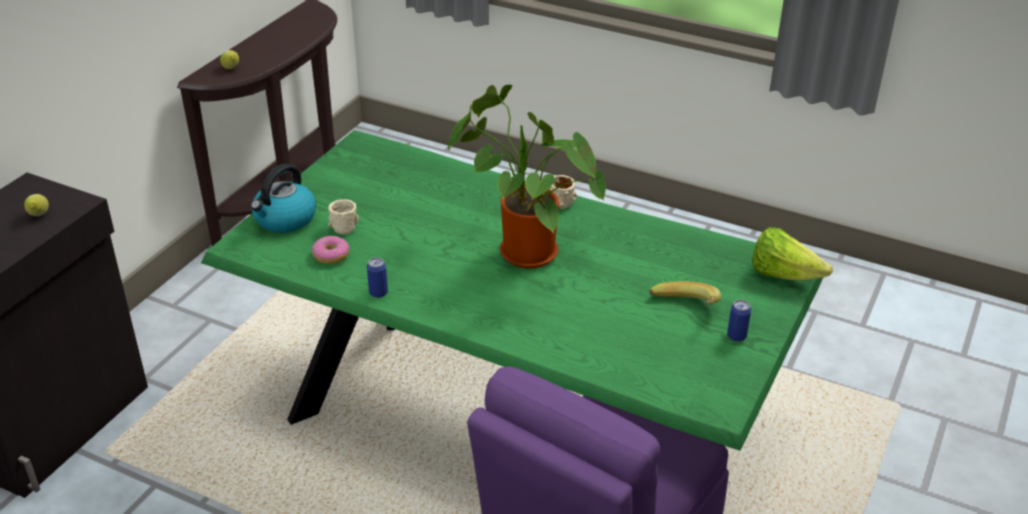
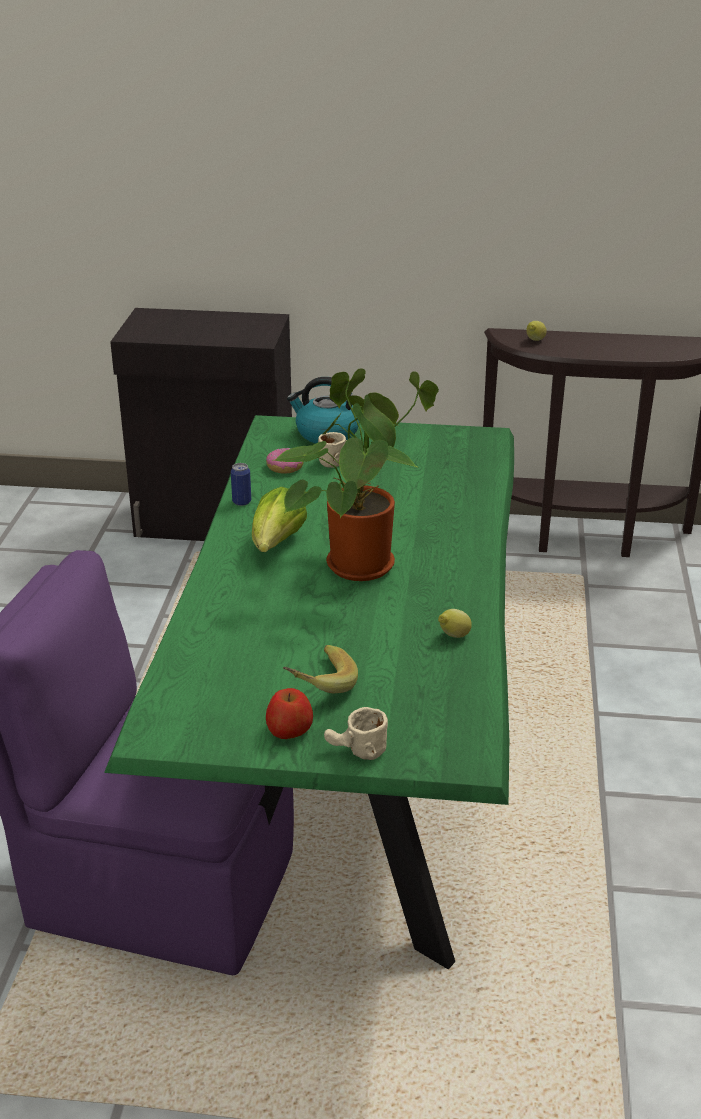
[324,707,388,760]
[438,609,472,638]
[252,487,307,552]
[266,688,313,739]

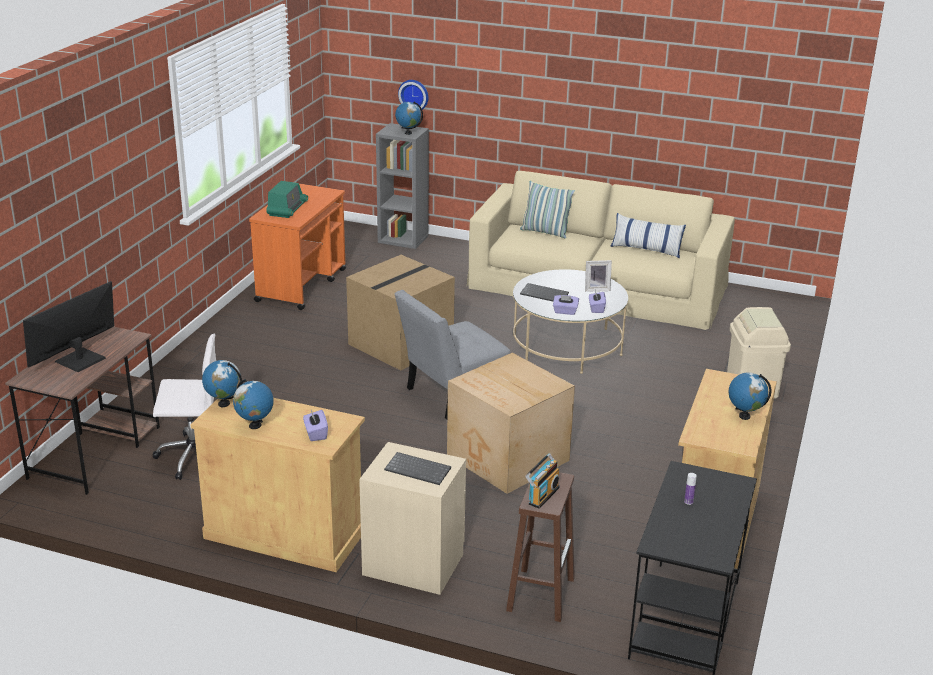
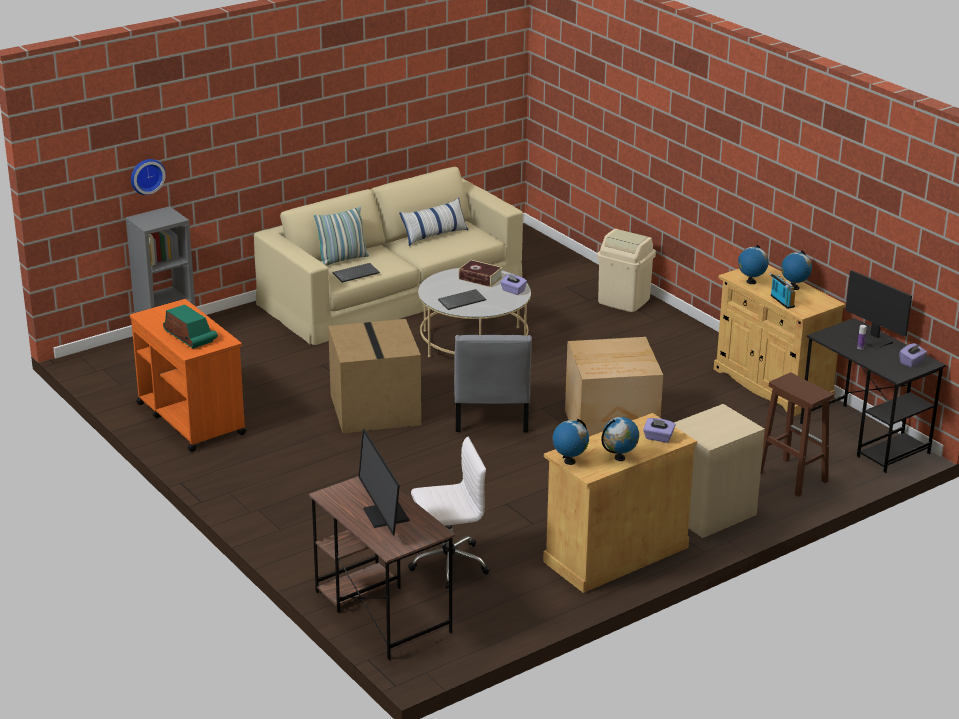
[738,245,769,284]
[458,260,503,287]
[899,343,927,367]
[408,437,490,589]
[333,263,380,283]
[769,272,795,309]
[845,270,912,350]

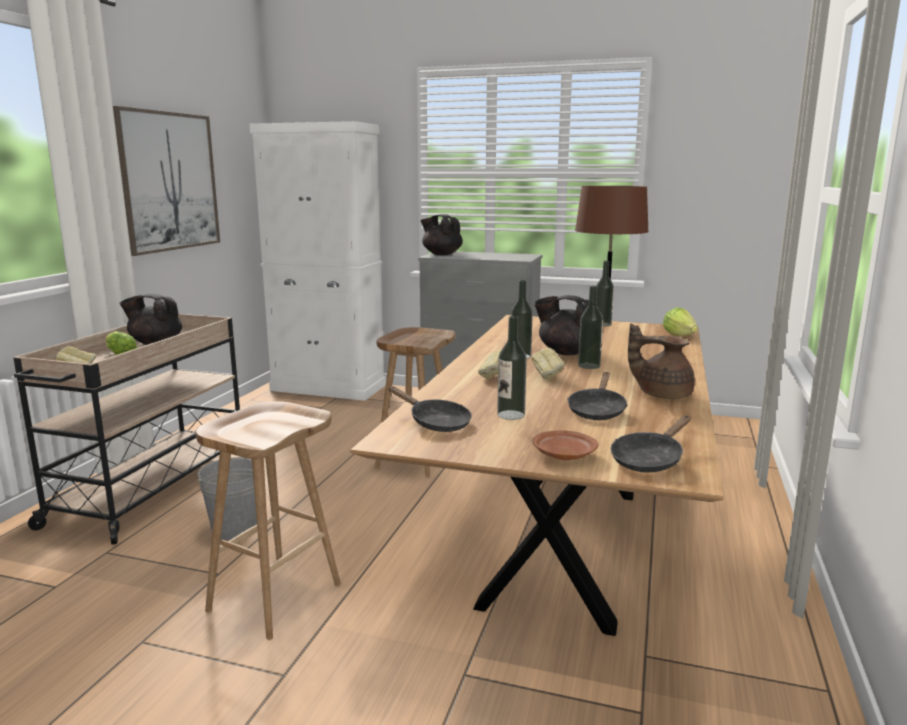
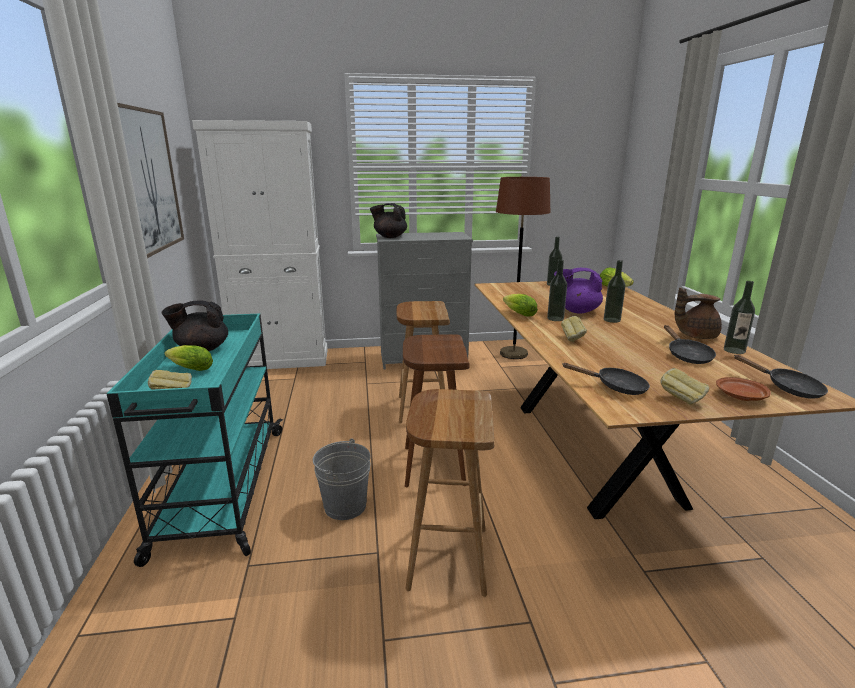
[554,268,603,314]
[107,314,283,567]
[724,281,755,354]
[660,368,709,404]
[735,355,828,399]
[503,294,538,317]
[403,334,470,487]

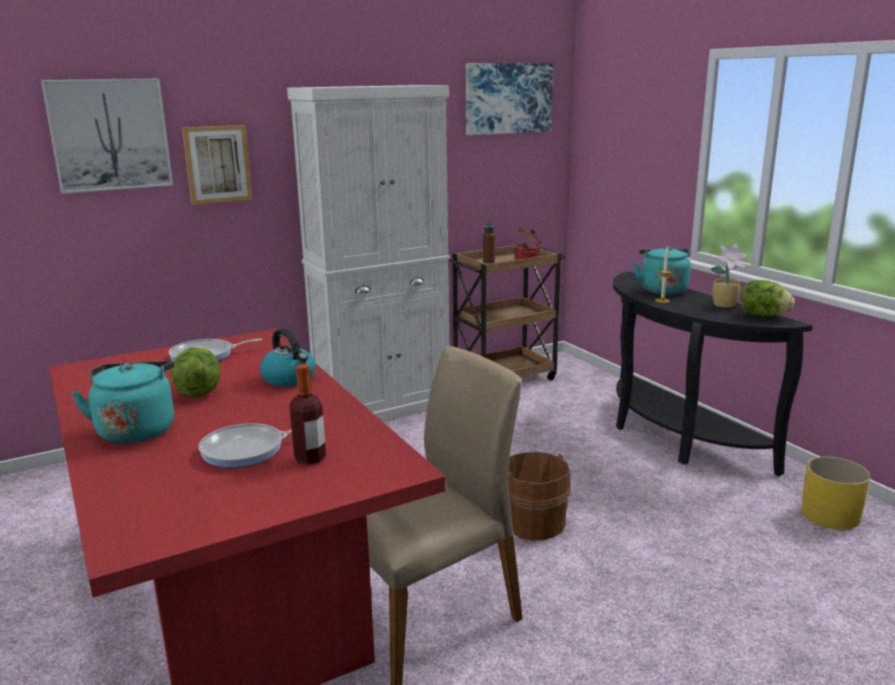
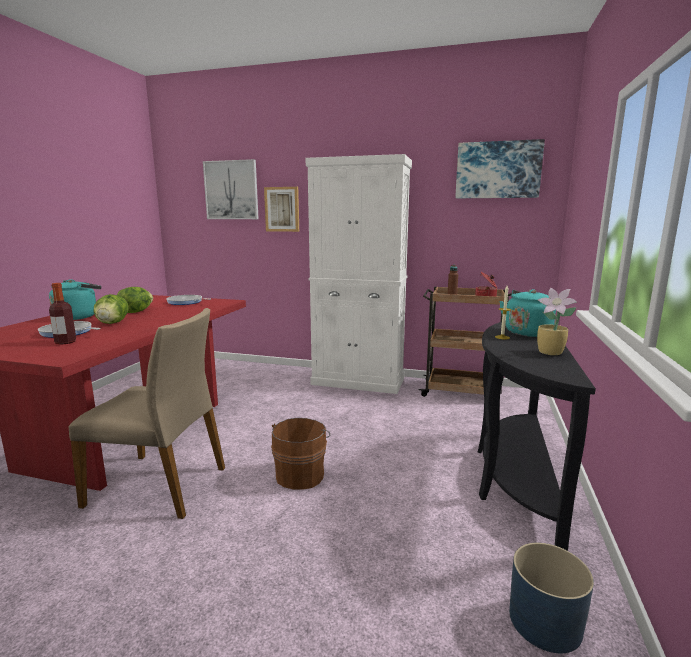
[94,294,129,324]
[260,328,316,387] (first image)
[509,543,594,653]

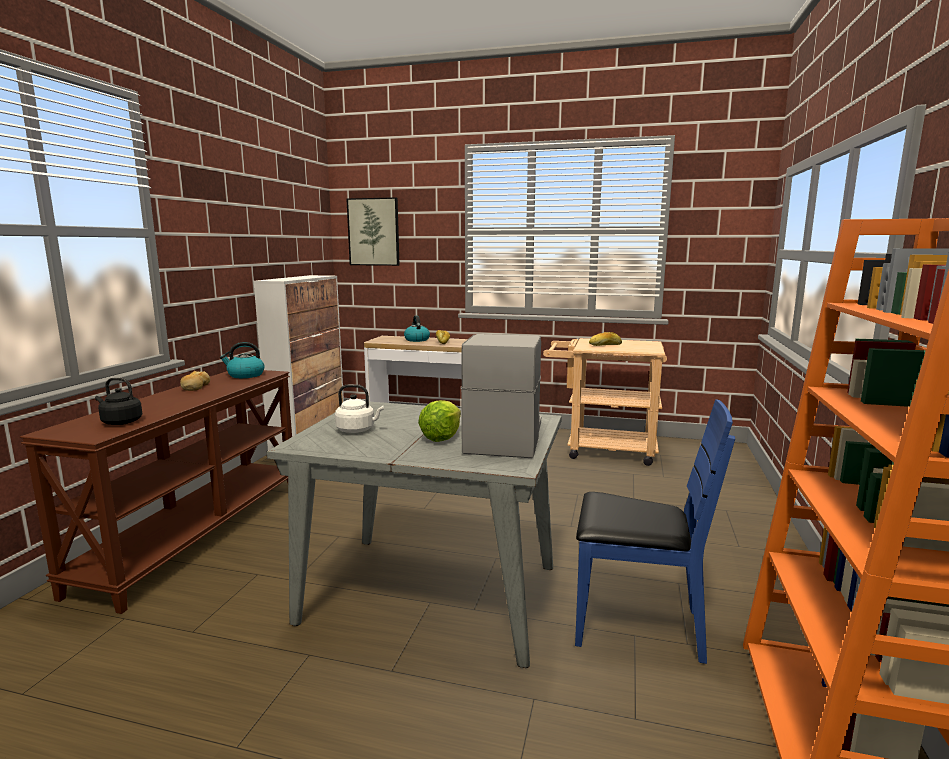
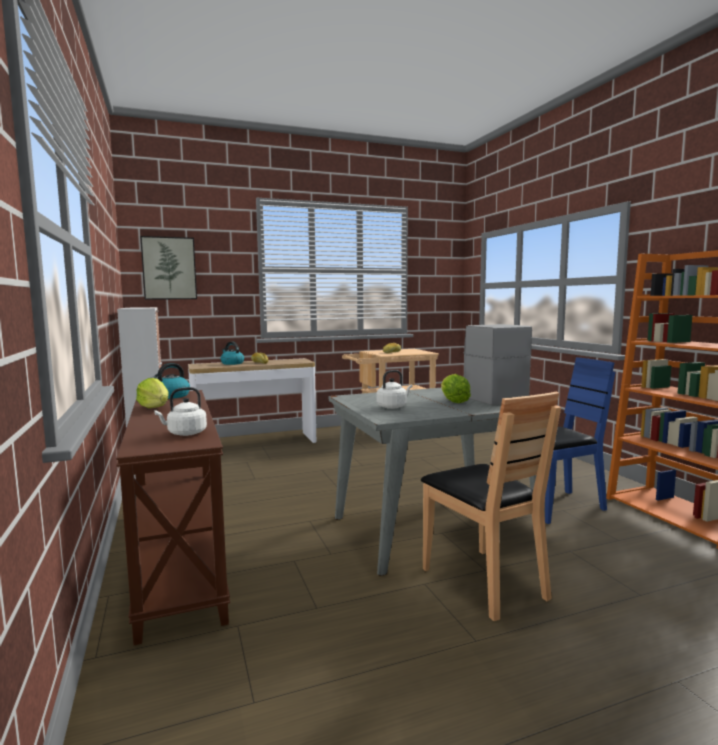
[136,378,168,408]
[154,387,207,436]
[421,392,561,621]

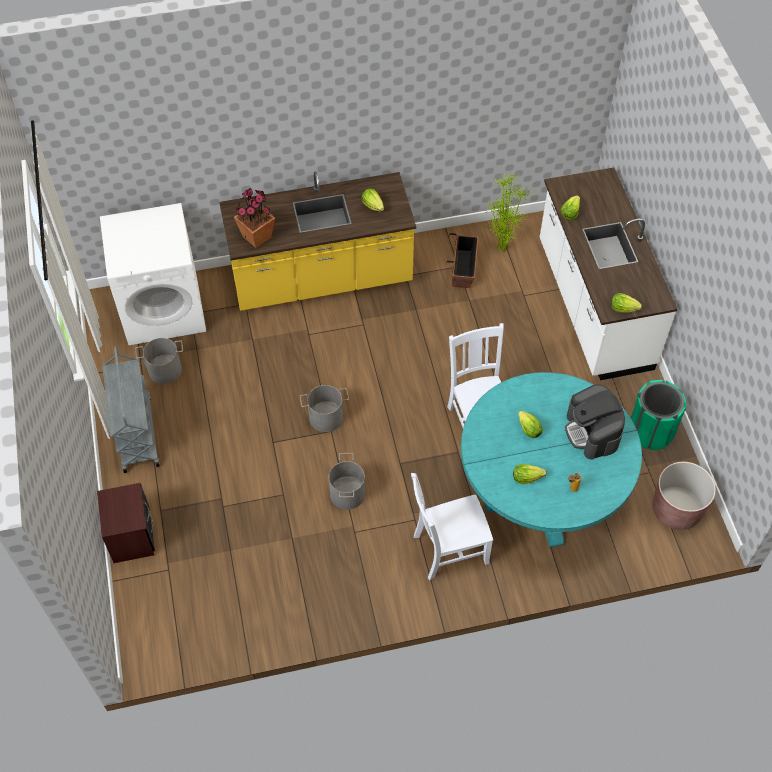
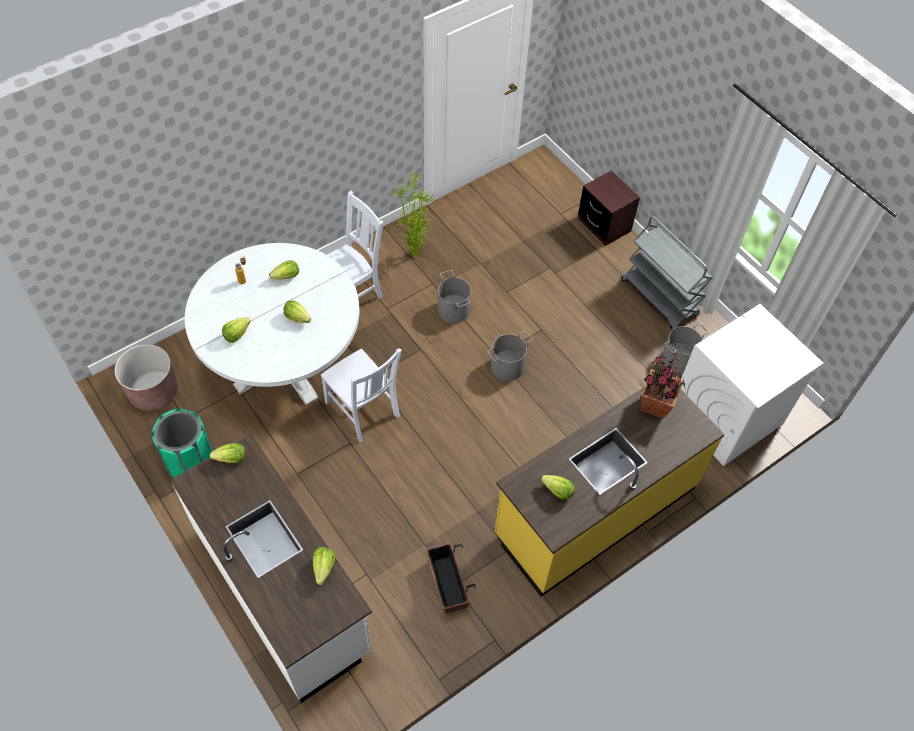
[391,169,433,257]
[185,243,359,405]
[222,317,251,343]

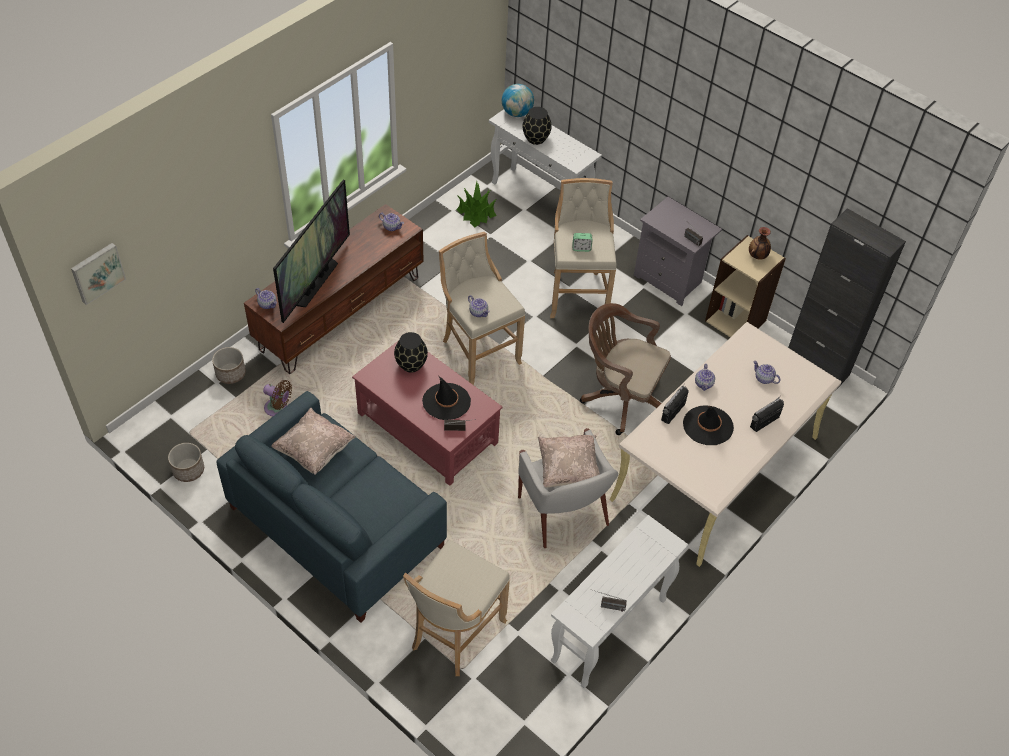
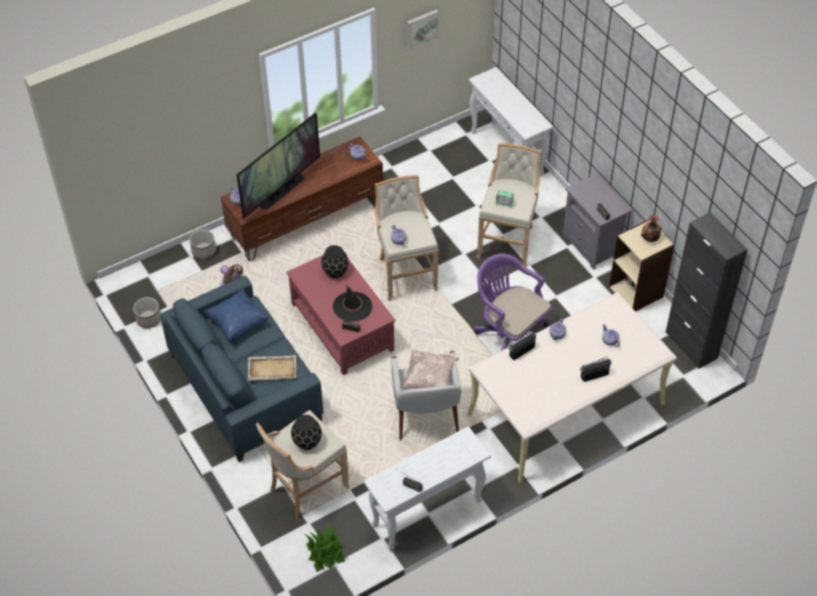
[502,84,534,117] (first image)
[291,415,322,450]
[305,523,345,572]
[407,10,439,50]
[474,254,552,351]
[683,405,734,445] (first image)
[205,289,269,340]
[248,355,296,381]

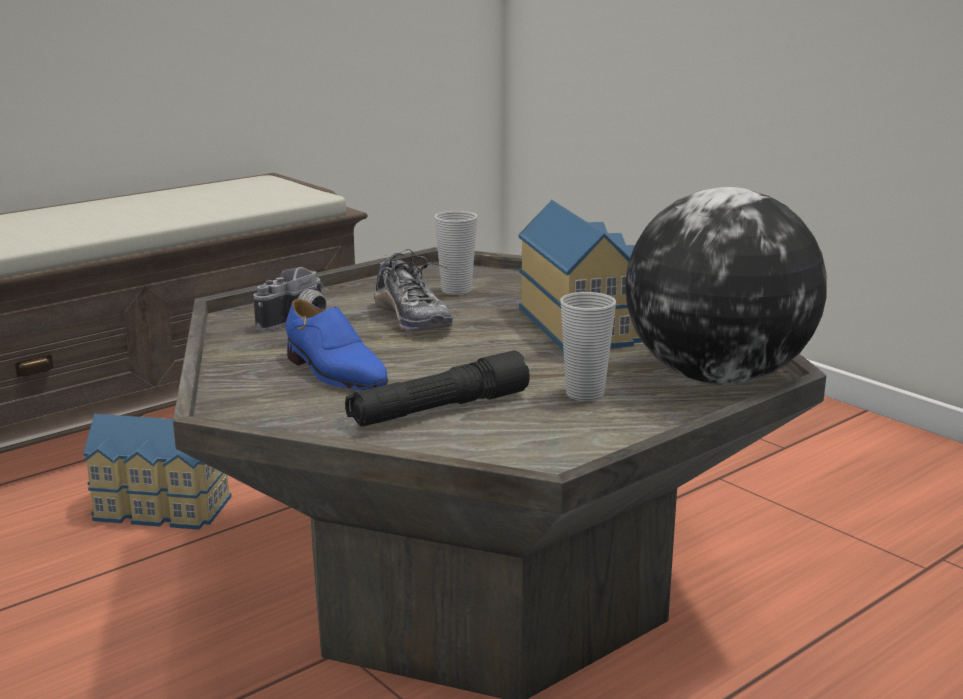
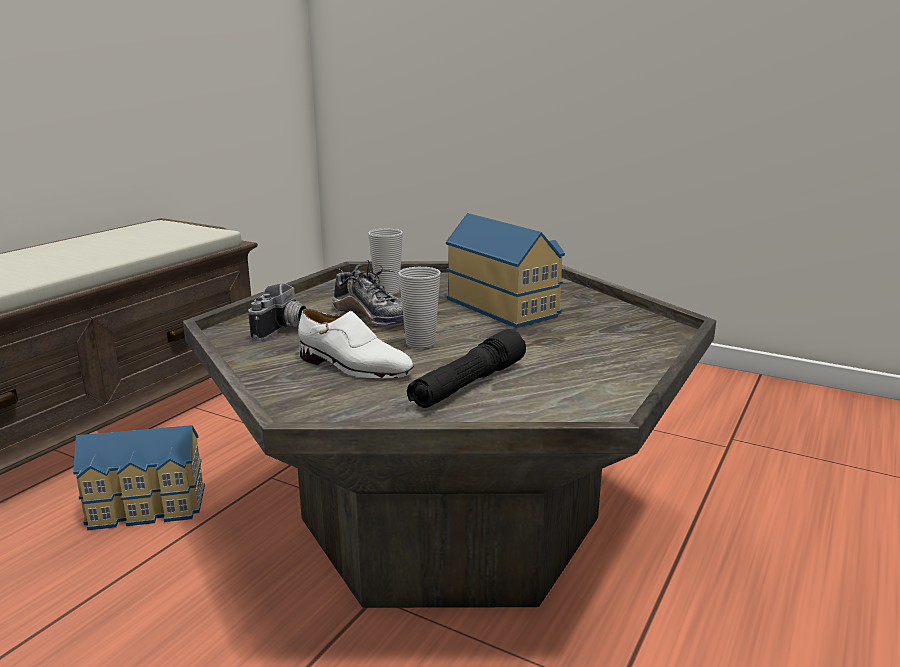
[625,187,827,385] (first image)
[398,267,441,349]
[298,309,414,378]

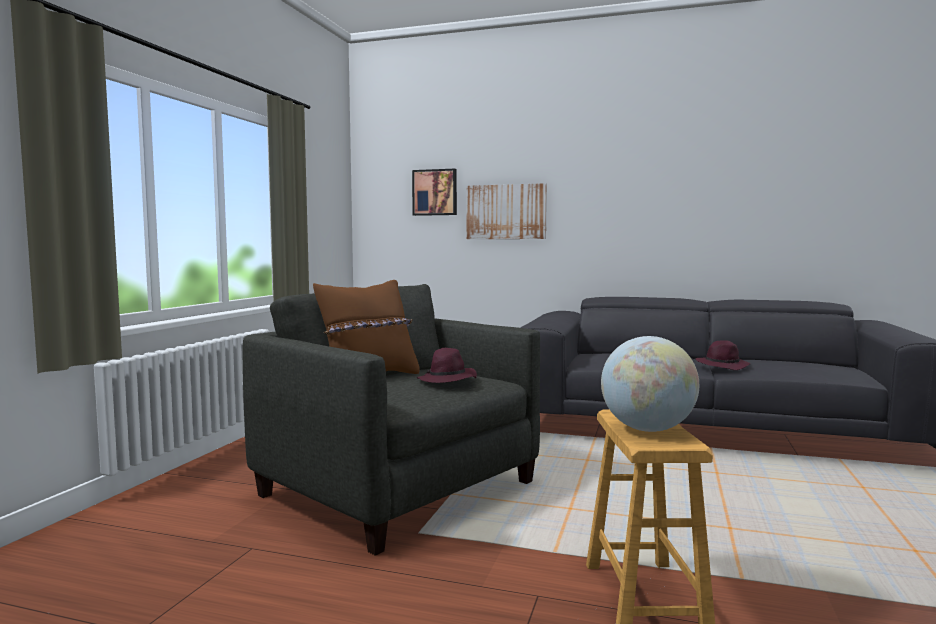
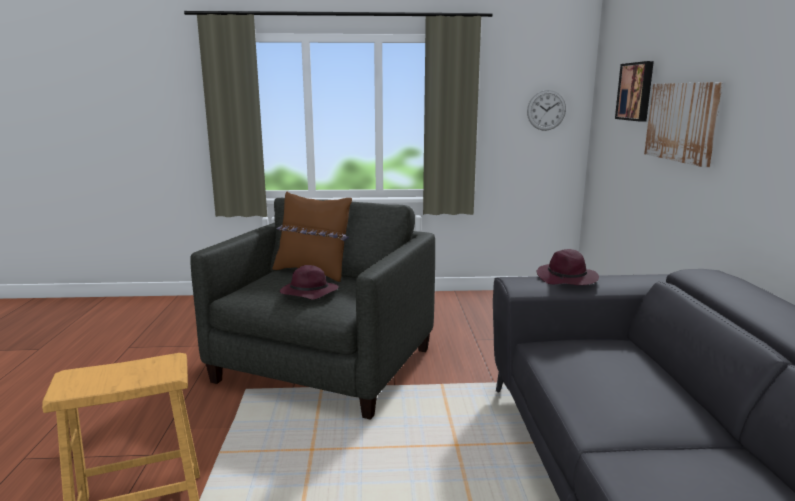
[601,336,699,432] (first image)
[537,249,599,285]
[527,90,566,131]

